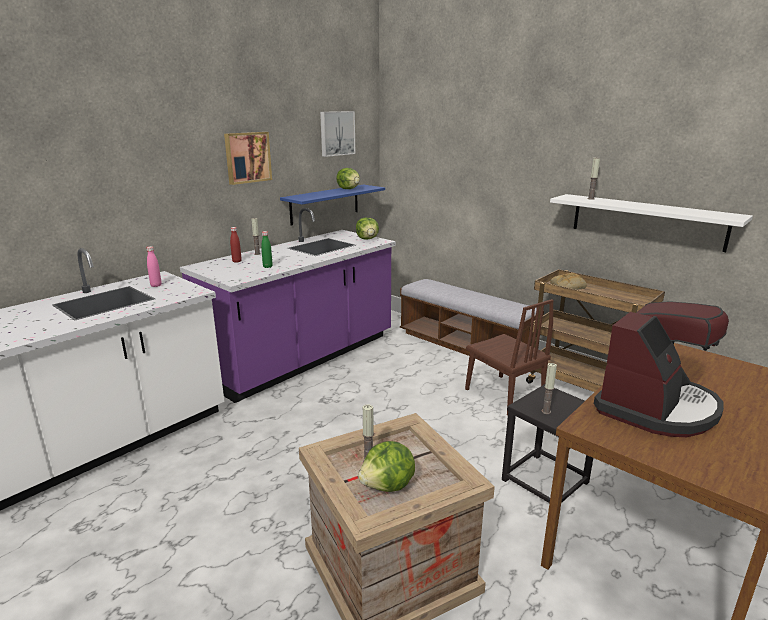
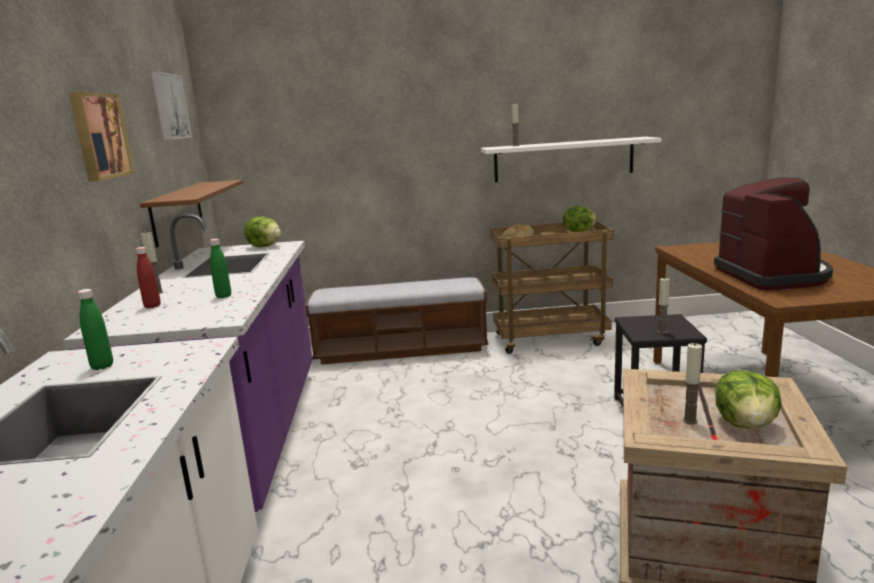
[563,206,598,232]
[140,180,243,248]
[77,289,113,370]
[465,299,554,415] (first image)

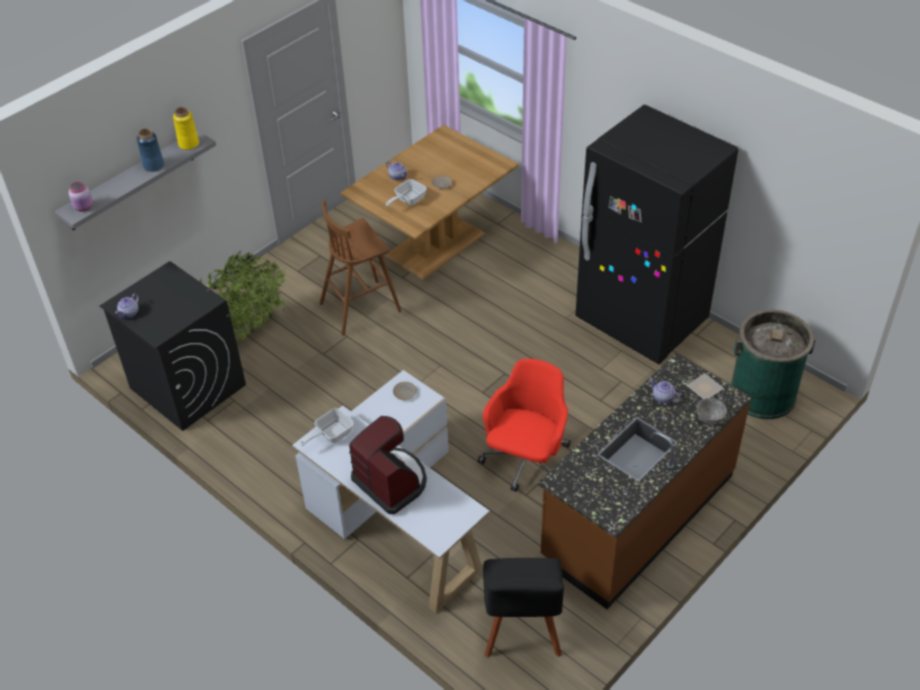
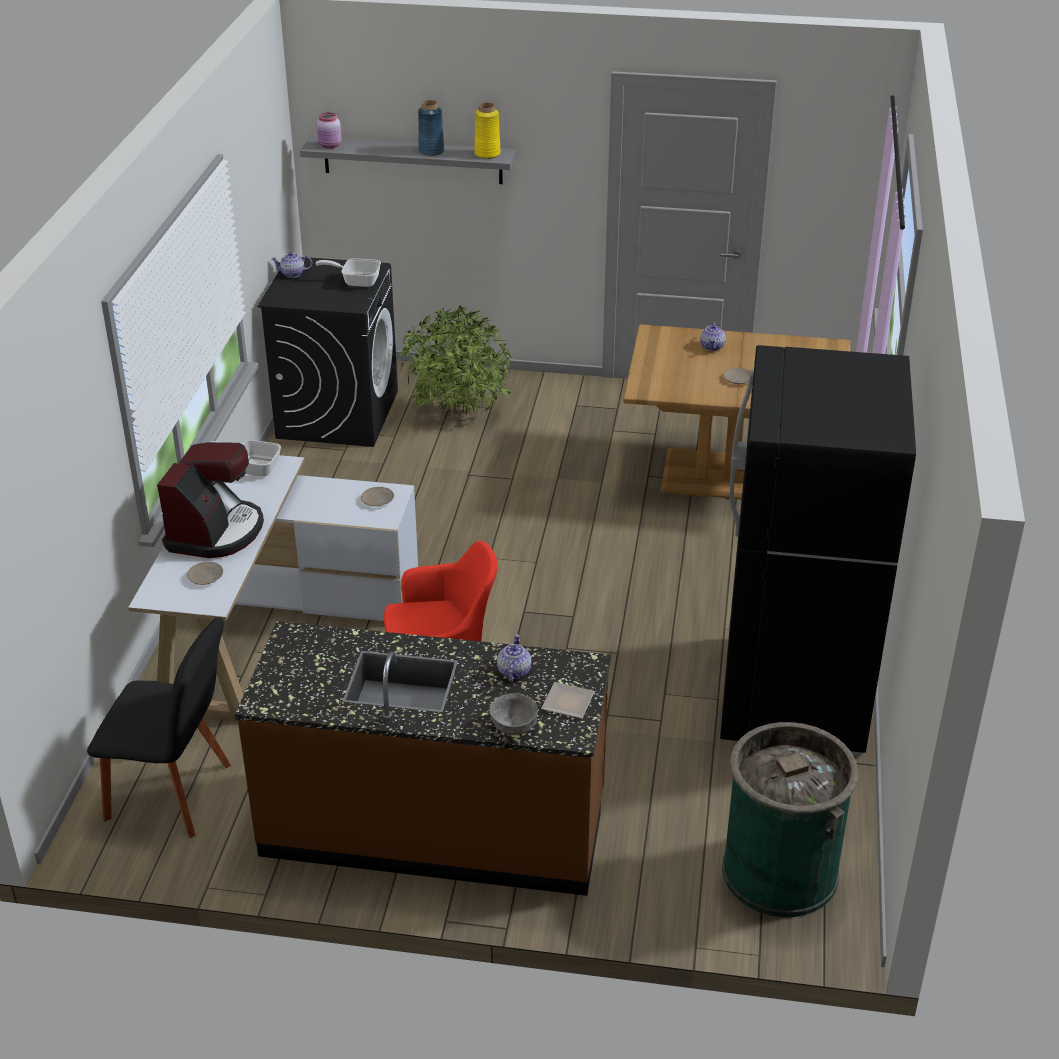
[315,258,381,287]
[320,199,402,336] (first image)
[87,617,231,838]
[187,562,223,585]

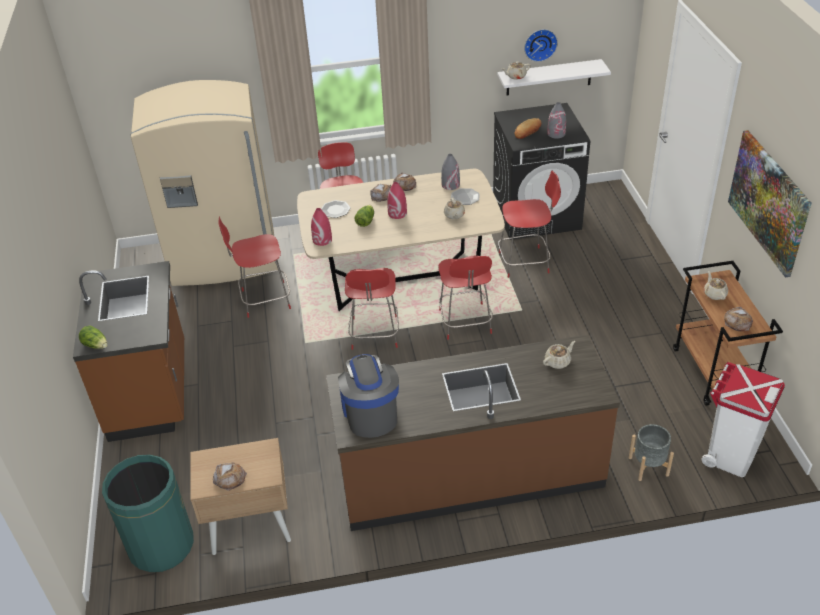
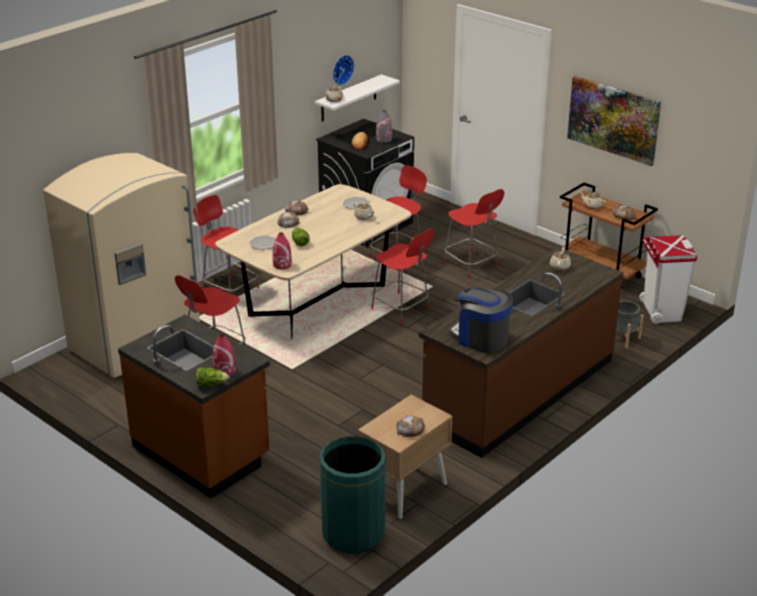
[441,154,460,190] (first image)
[213,334,236,376]
[443,189,504,278]

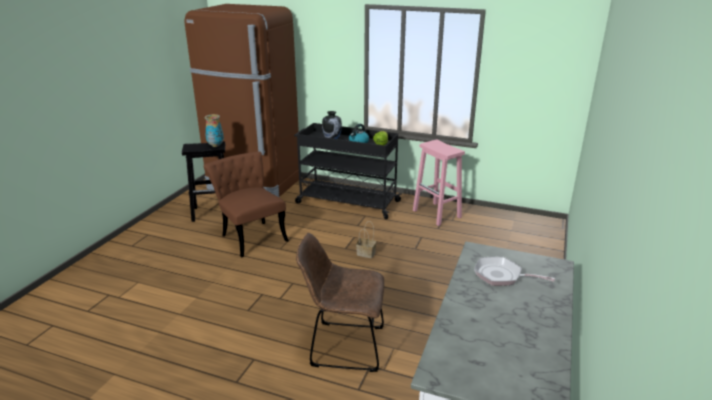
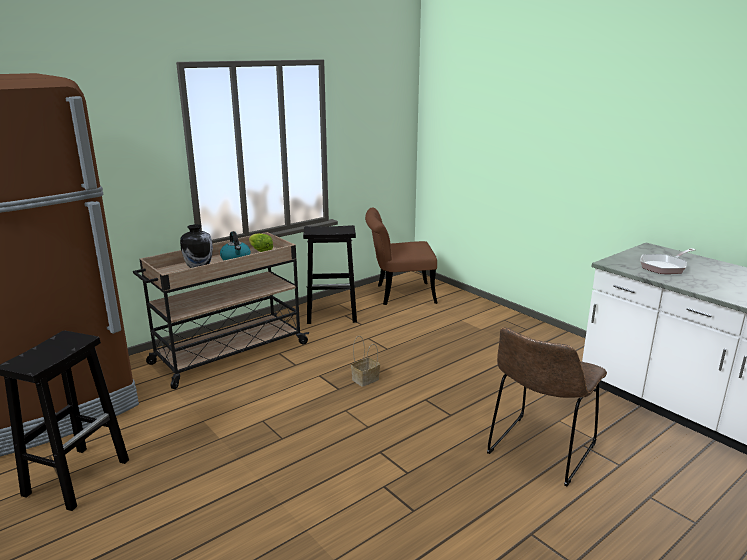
[205,114,224,147] (first image)
[133,232,309,389]
[303,225,357,324]
[365,208,438,305]

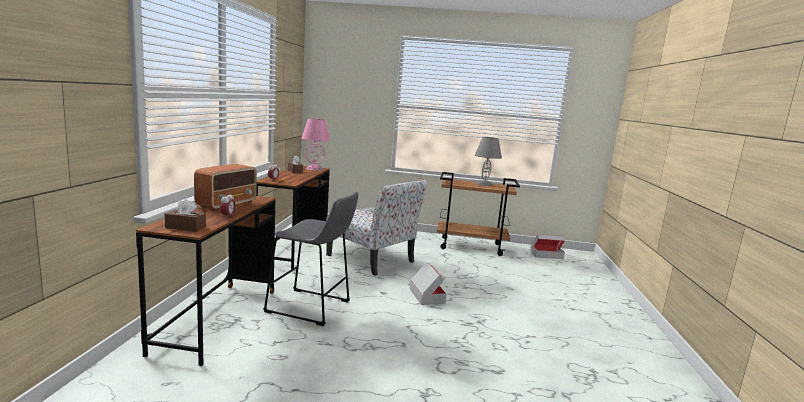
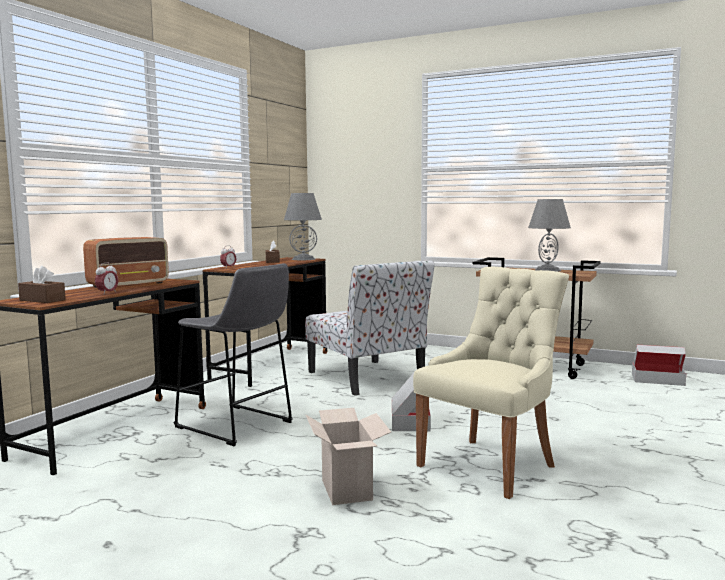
[284,193,322,260]
[413,267,569,499]
[306,408,391,505]

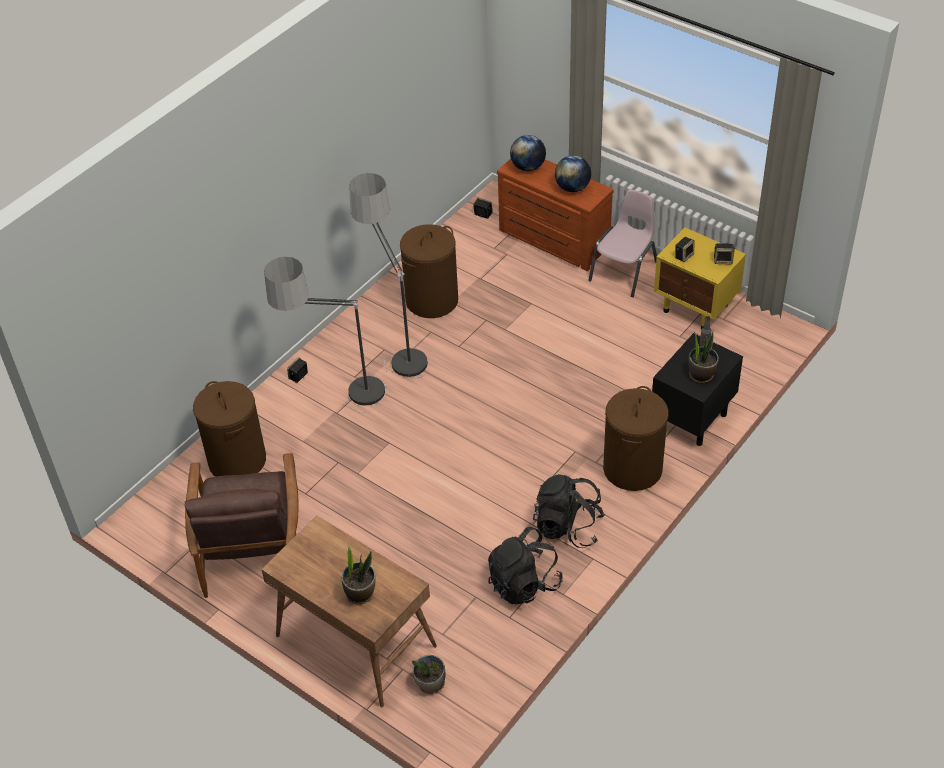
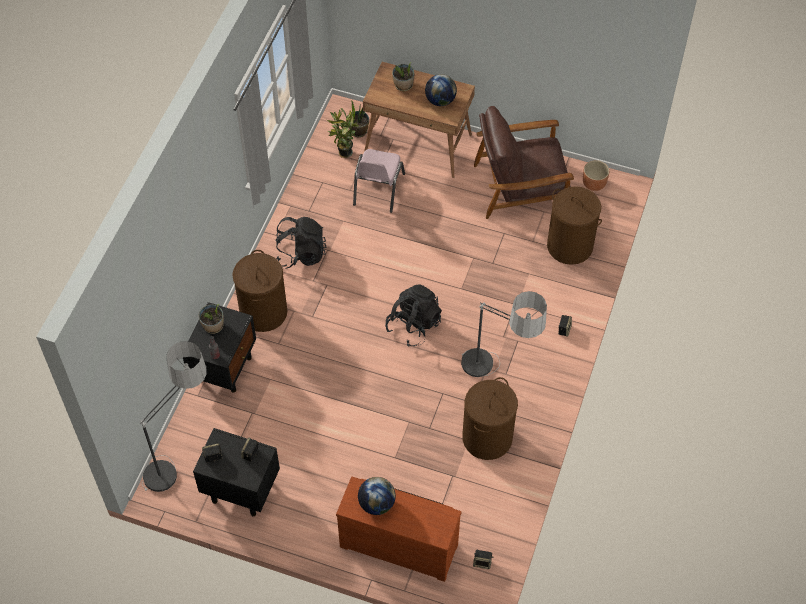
[425,74,457,106]
[353,149,405,213]
[193,428,280,516]
[140,341,207,492]
[474,106,574,219]
[385,284,442,346]
[327,108,359,158]
[583,160,609,191]

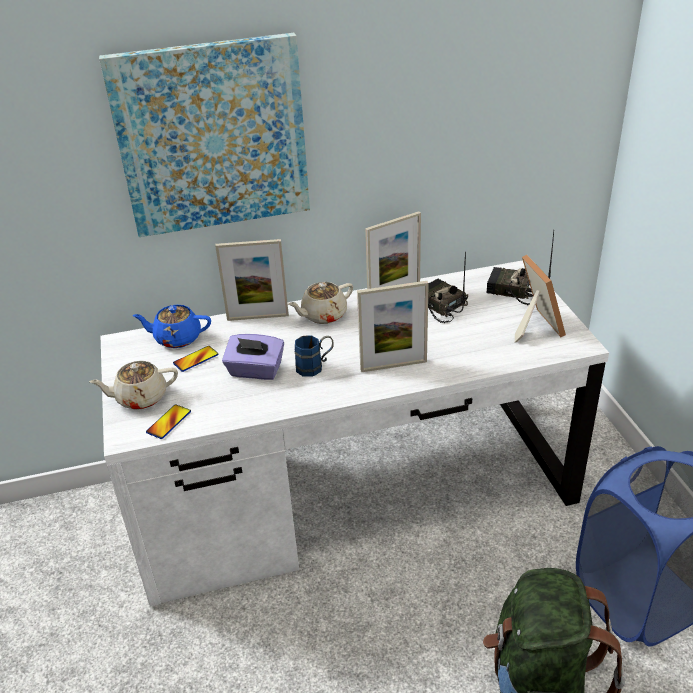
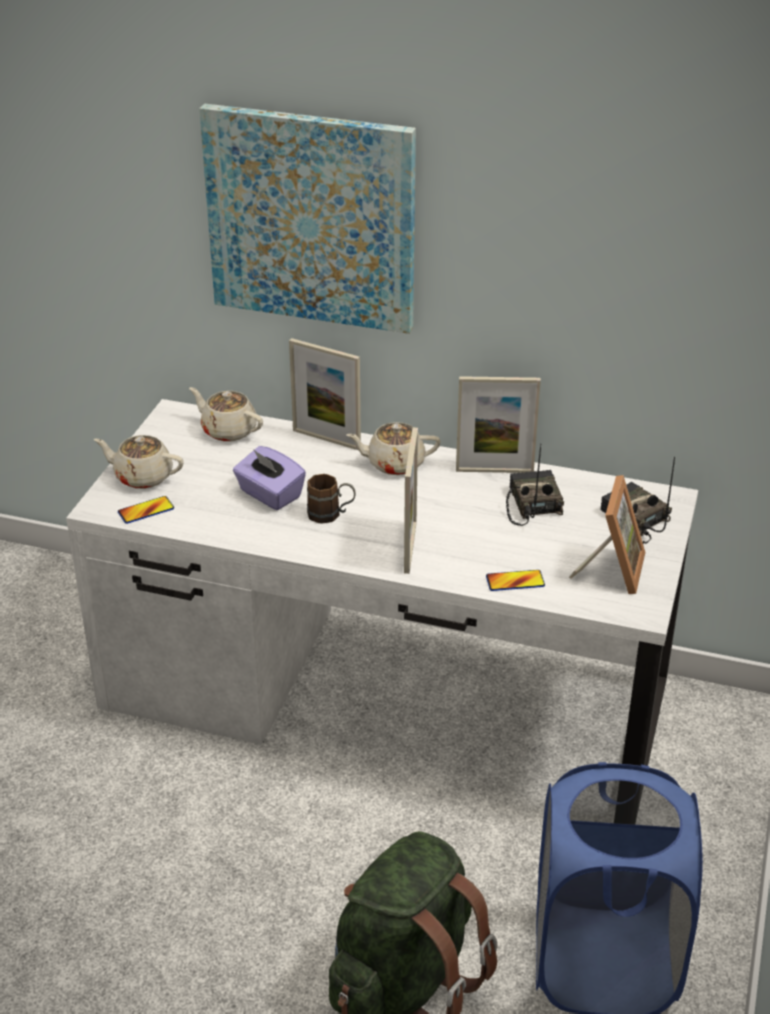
[404,427,418,574]
[189,387,263,442]
[307,474,356,524]
[486,570,545,591]

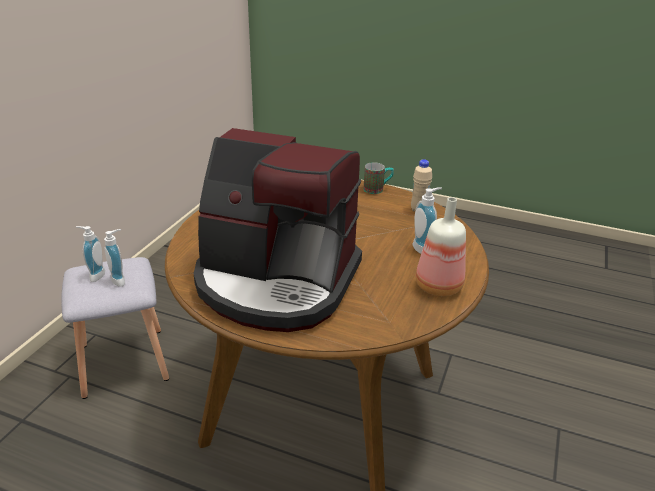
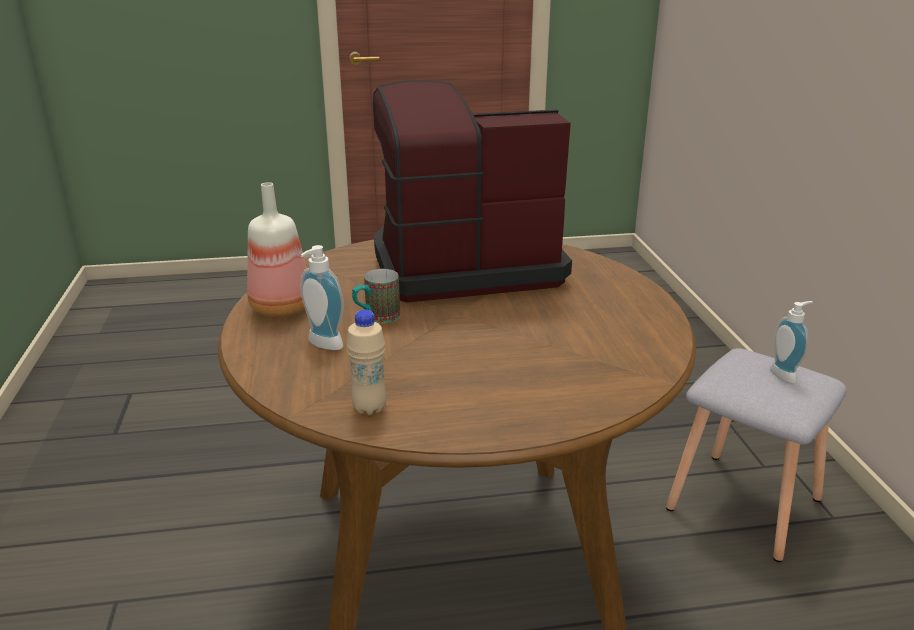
[352,269,400,323]
[104,229,125,287] (first image)

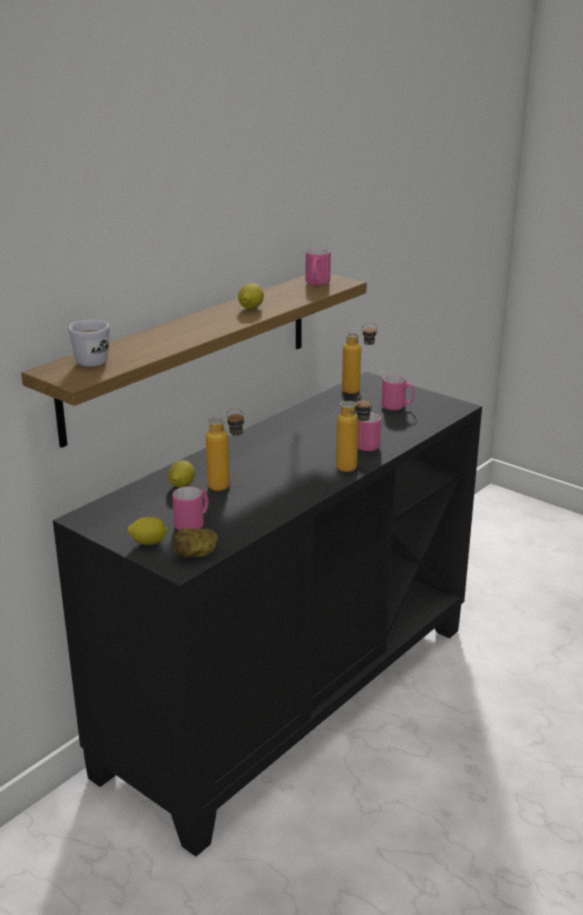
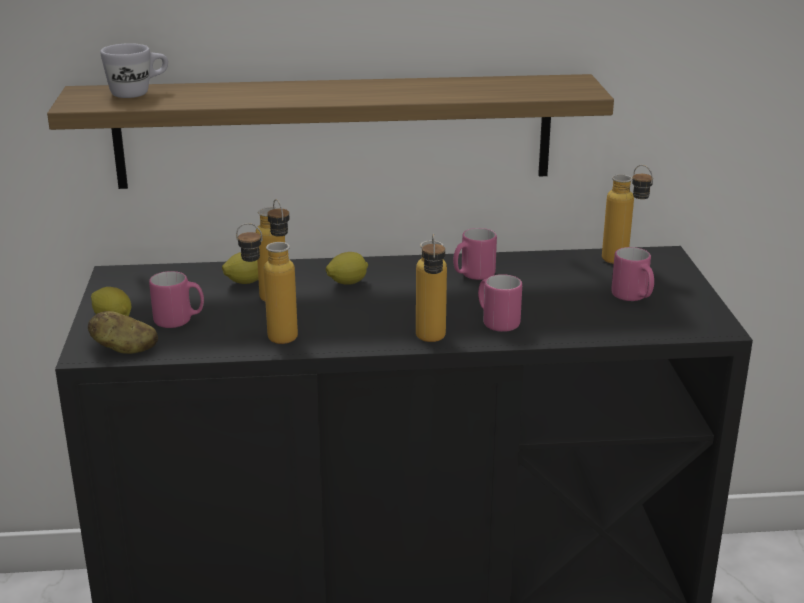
[453,228,497,280]
[326,252,368,285]
[236,223,298,344]

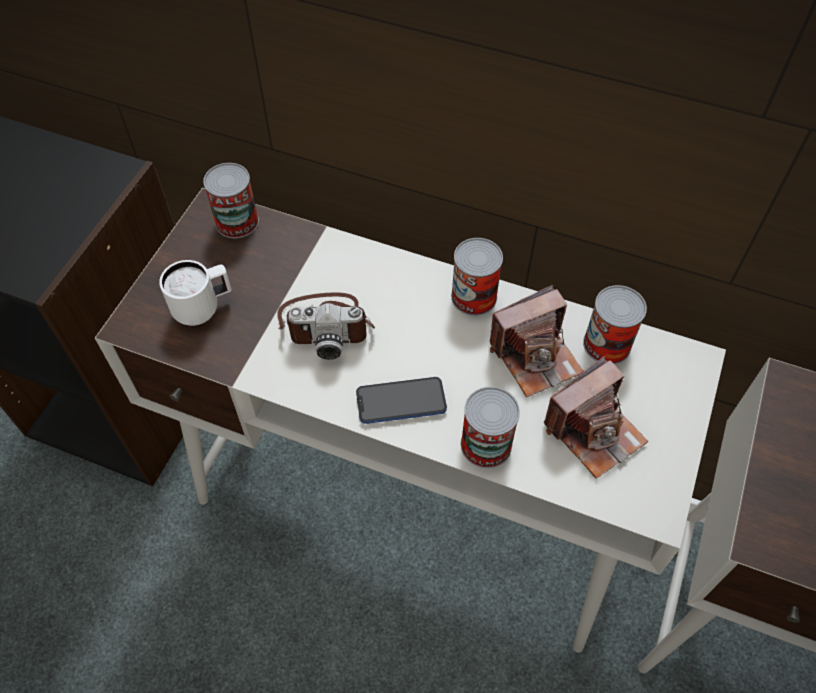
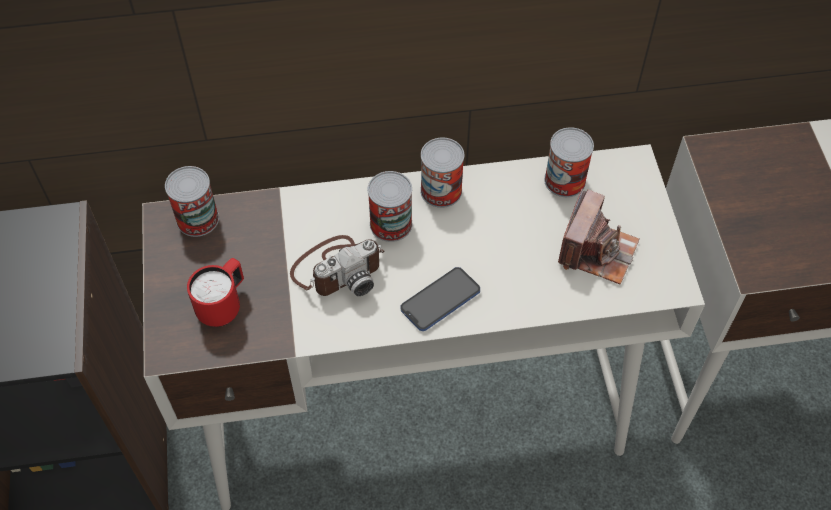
[187,258,244,327]
[490,285,584,397] (first image)
[368,171,412,242]

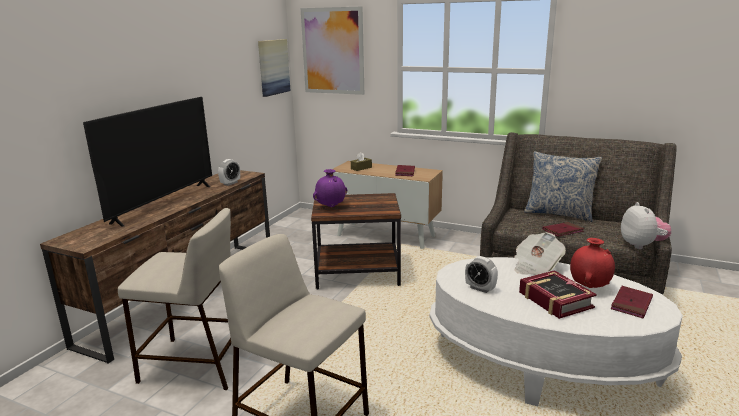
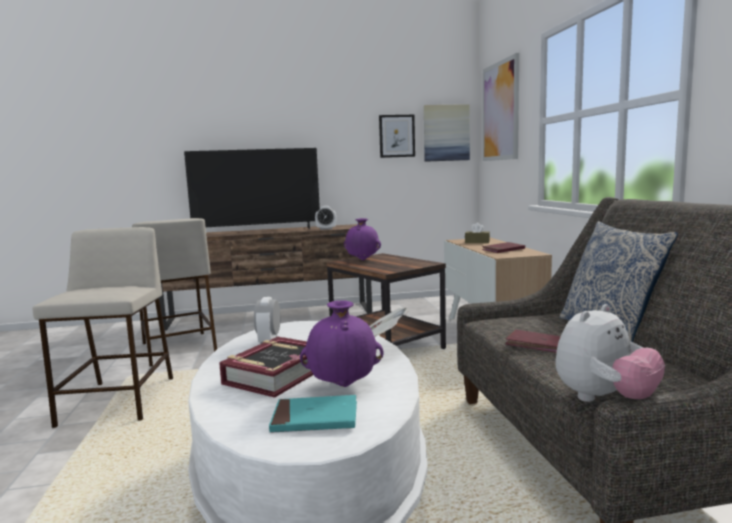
[300,300,384,387]
[269,395,357,433]
[379,115,415,158]

